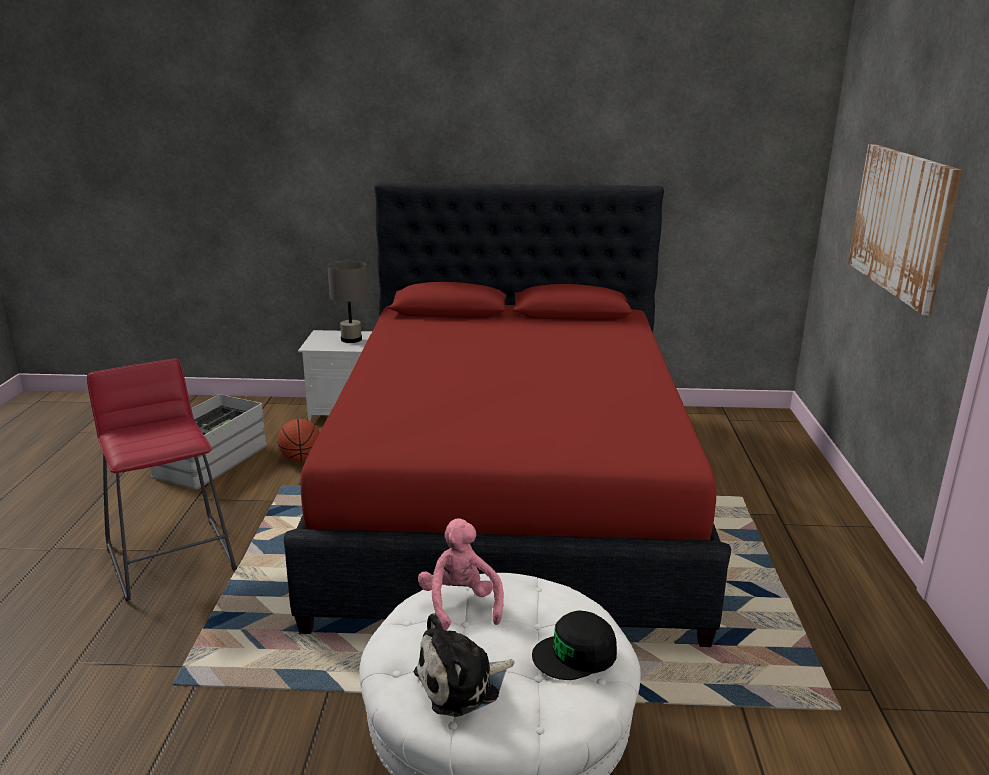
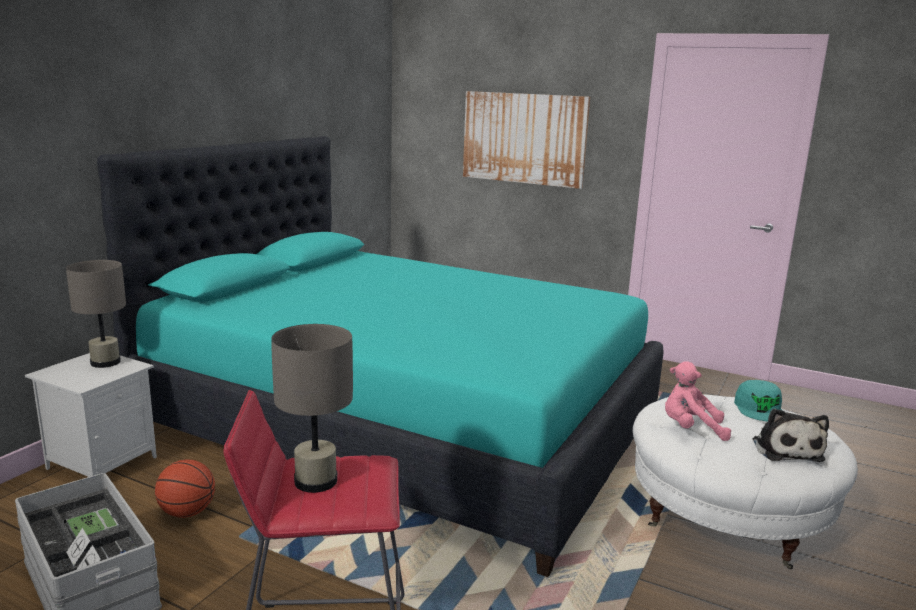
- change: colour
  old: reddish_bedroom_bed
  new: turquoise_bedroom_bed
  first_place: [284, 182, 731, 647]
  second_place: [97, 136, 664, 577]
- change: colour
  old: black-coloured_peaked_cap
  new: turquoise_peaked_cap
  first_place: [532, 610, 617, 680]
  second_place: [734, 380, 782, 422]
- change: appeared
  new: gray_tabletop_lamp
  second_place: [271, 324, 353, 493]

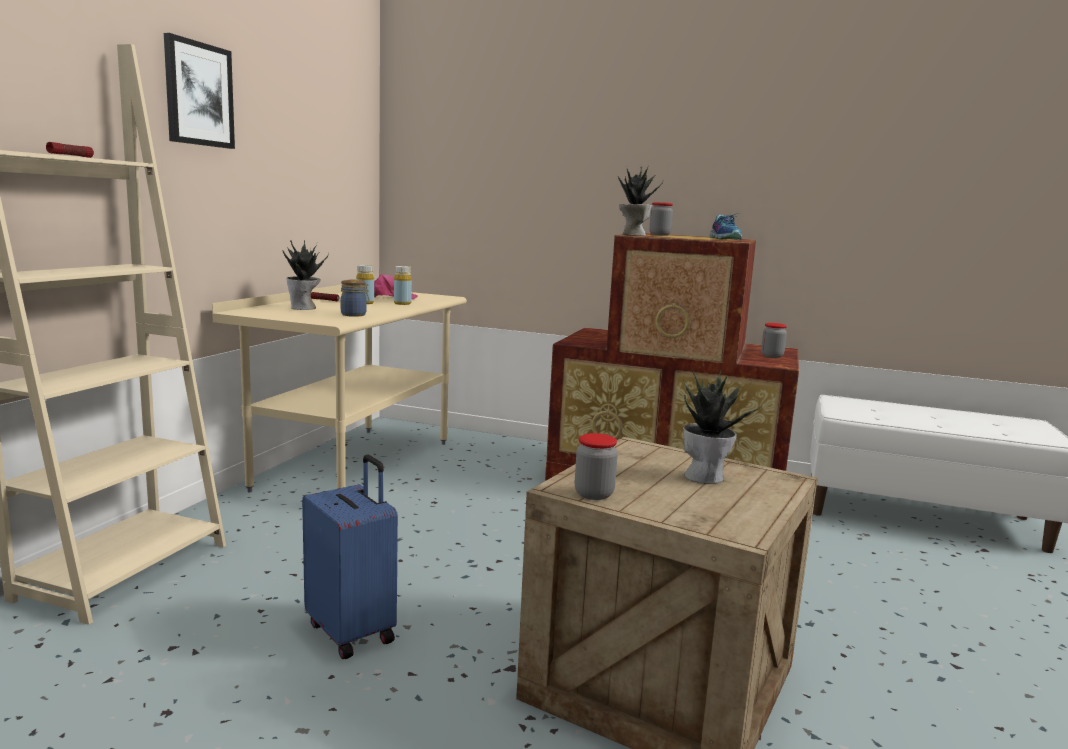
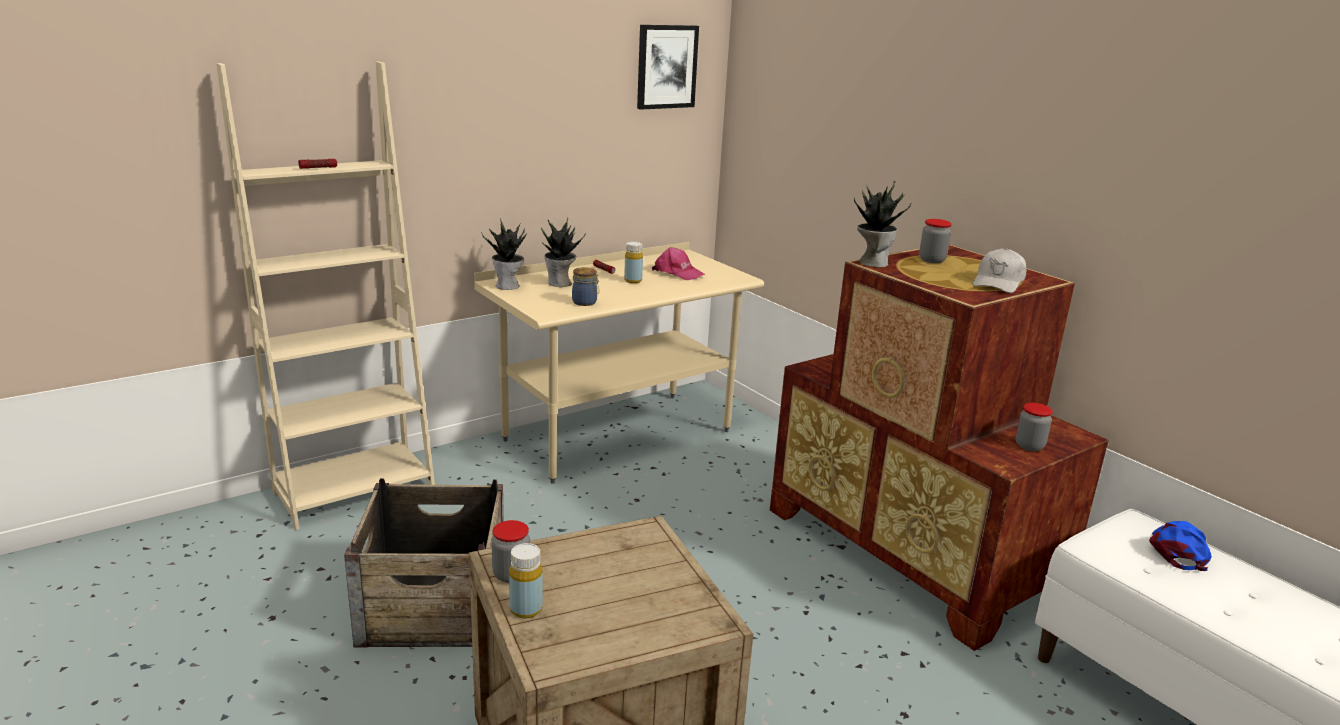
- change: relocated
  old: wall_art
  first_place: [164, 33, 235, 149]
  second_place: [637, 25, 699, 110]
- change: exchanged
  old: blue_piece_of_luggage
  new: crate
  first_place: [302, 455, 398, 659]
  second_place: [344, 478, 504, 648]
- change: relocated
  old: yellow_drink_bottle
  first_place: [394, 266, 412, 305]
  second_place: [509, 543, 543, 619]
- change: relocated
  old: potted_plant
  first_place: [683, 370, 761, 484]
  second_place: [482, 219, 527, 290]
- change: exchanged
  old: shoe
  new: whitish_peaked_cap
  first_place: [710, 213, 742, 240]
  second_place: [973, 248, 1027, 293]
- change: appeared
  new: blue_peaked_cap
  second_place: [1149, 521, 1212, 571]

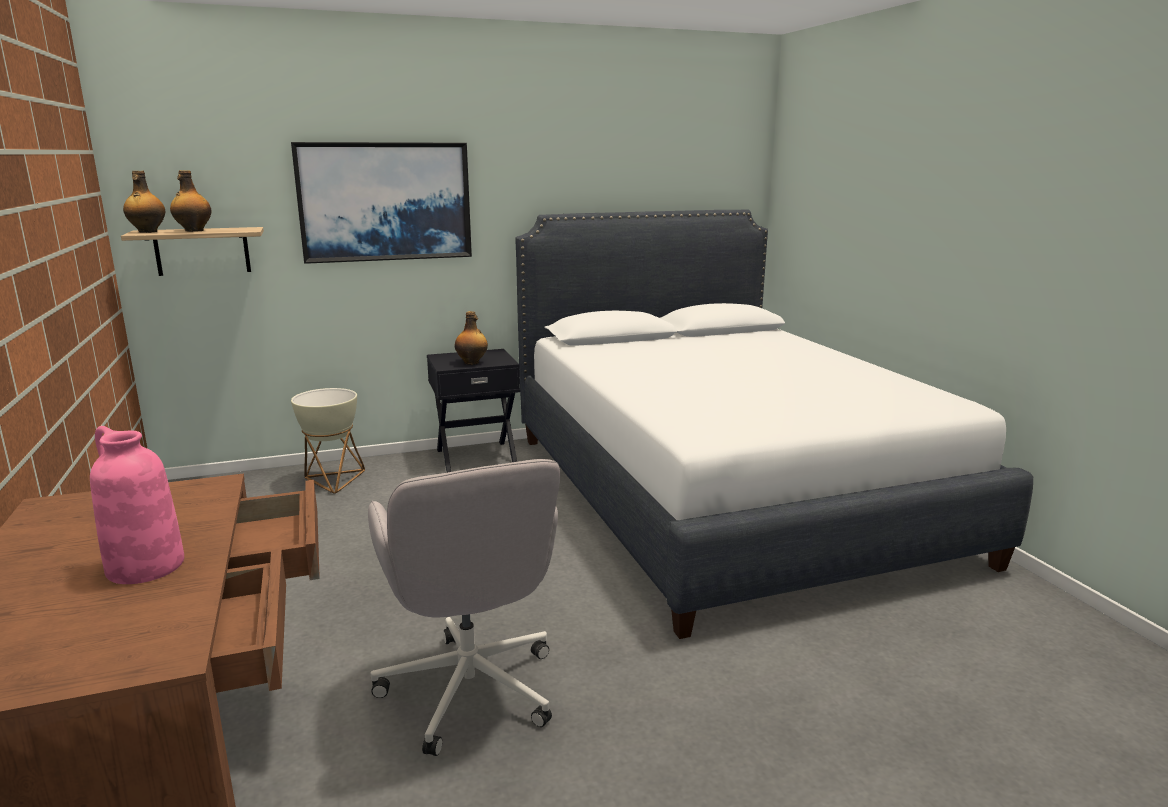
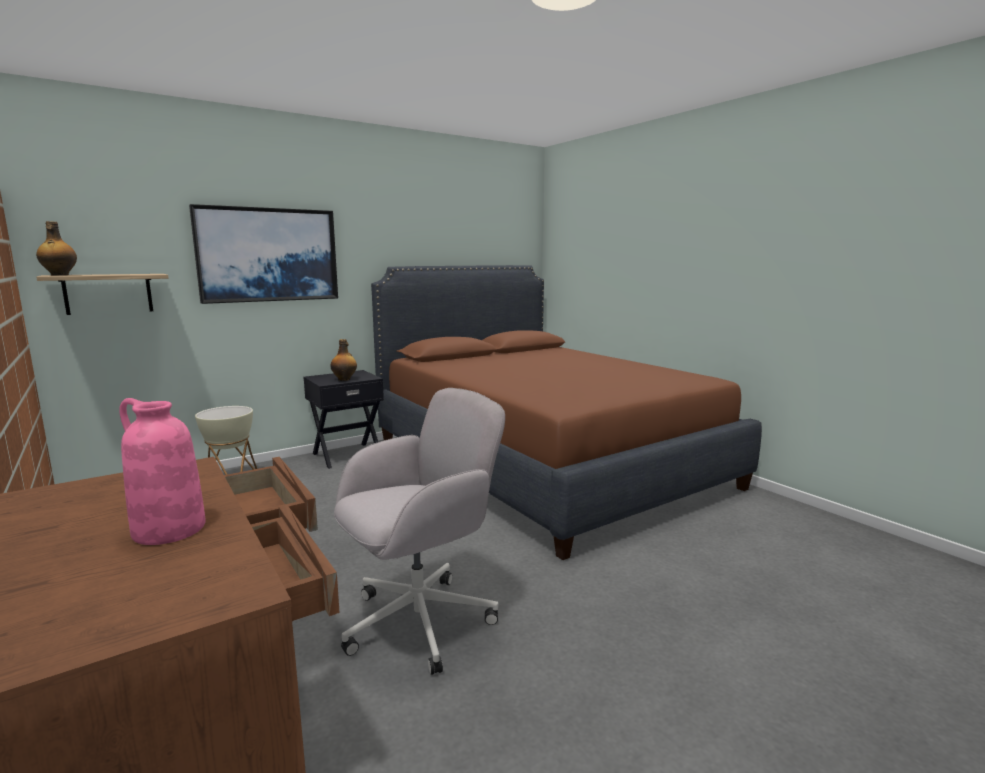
- change: missing
  old: drink_bottle
  first_place: [170, 170, 211, 232]
- change: spun
  old: gray_computer_chair
  first_place: [368, 459, 560, 756]
  second_place: [334, 388, 505, 675]
  degrees: -90
- change: colour
  old: whitish_bedroom_bed
  new: brown-coloured_bedroom_bed
  first_place: [516, 210, 1033, 639]
  second_place: [371, 265, 762, 560]

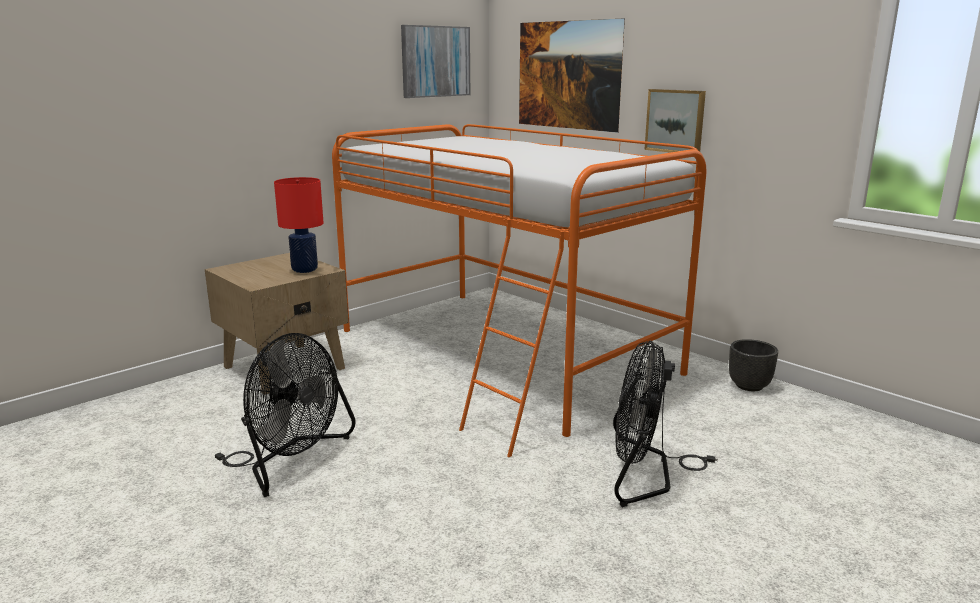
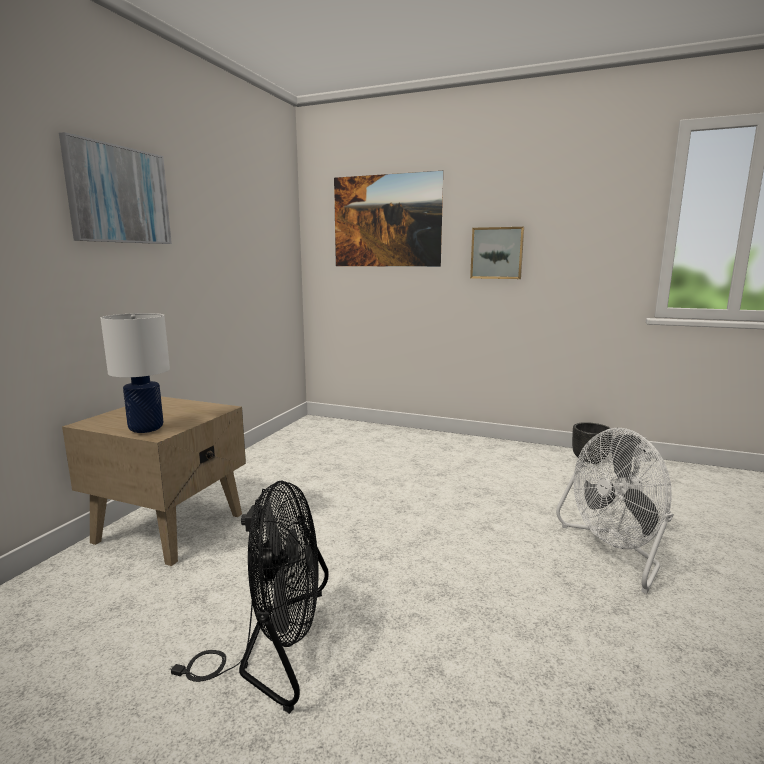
- change: missing
  old: reddish_tabletop_lamp
  first_place: [274, 177, 324, 273]
- change: missing
  old: orangey_bedroom_bed
  first_place: [332, 124, 706, 457]
- change: relocated
  old: wall_art
  first_place: [401, 25, 470, 98]
  second_place: [59, 132, 172, 244]
- change: colour
  old: black-coloured_fan
  new: whitish_fan
  first_place: [613, 341, 718, 508]
  second_place: [556, 428, 674, 594]
- change: appeared
  new: whitish_tabletop_lamp
  second_place: [101, 313, 170, 433]

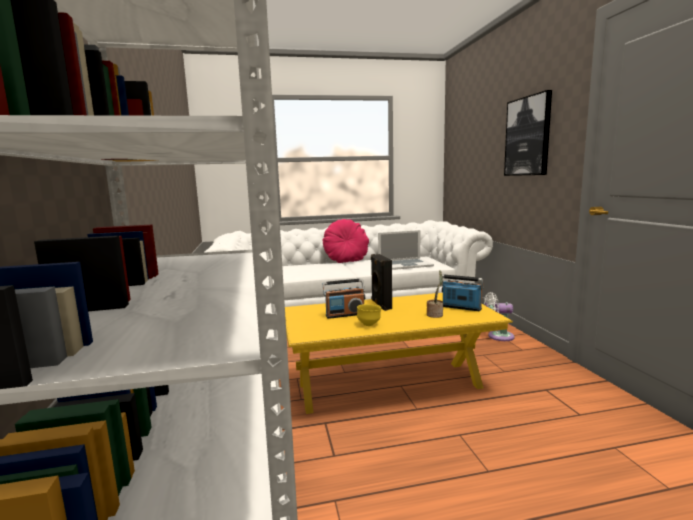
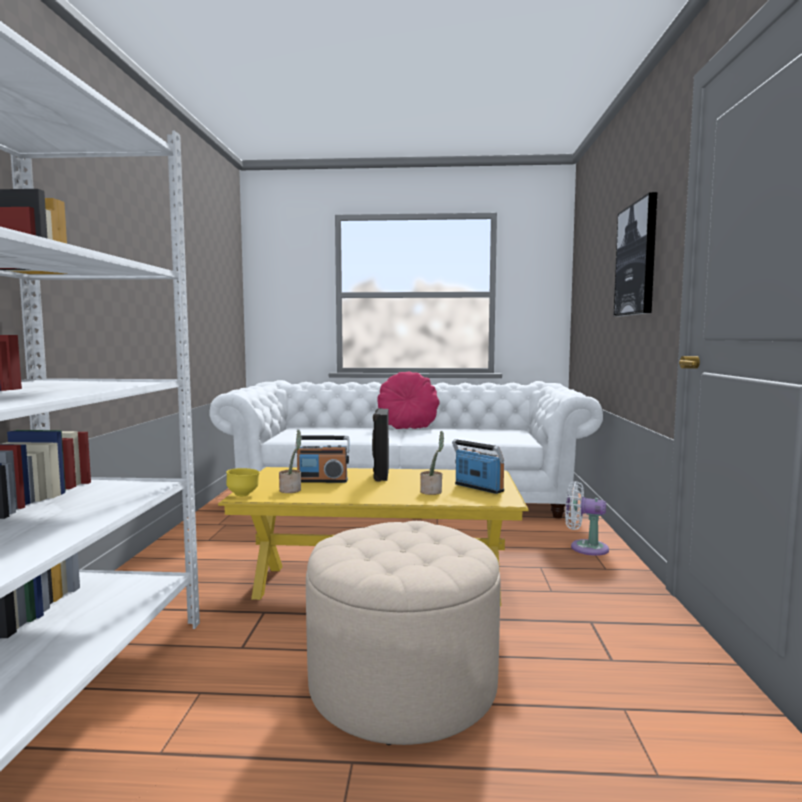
- change: relocated
  old: yellow_deep_dish
  first_place: [357, 304, 381, 326]
  second_place: [226, 468, 260, 496]
- change: missing
  old: laptop
  first_place: [378, 230, 434, 270]
- change: appeared
  new: potted_plant
  second_place: [279, 430, 301, 493]
- change: appeared
  new: beige_footrest
  second_place: [306, 521, 500, 745]

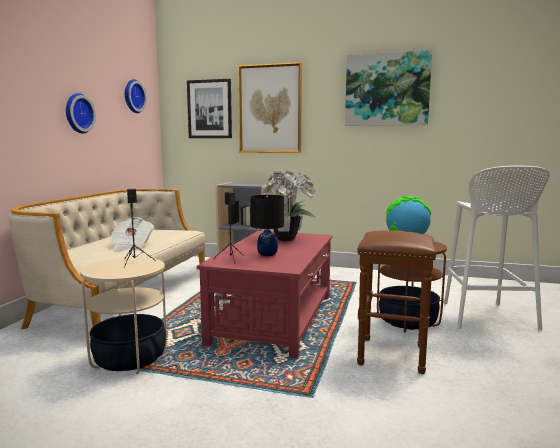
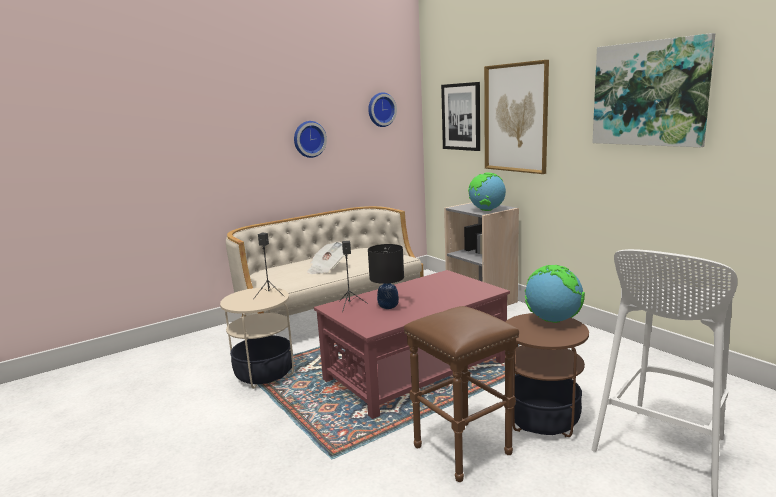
- change: missing
  old: potted_plant
  first_place: [263, 170, 316, 241]
- change: appeared
  new: world_globe
  second_place: [468, 172, 506, 211]

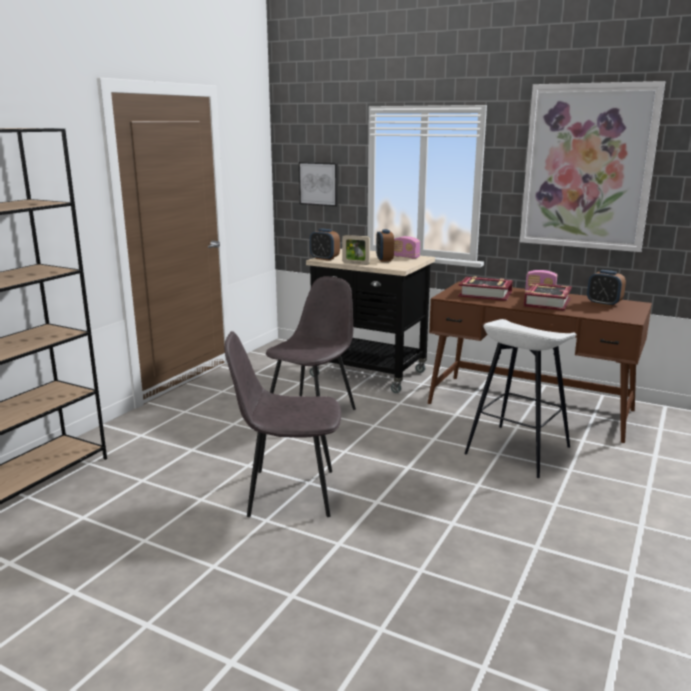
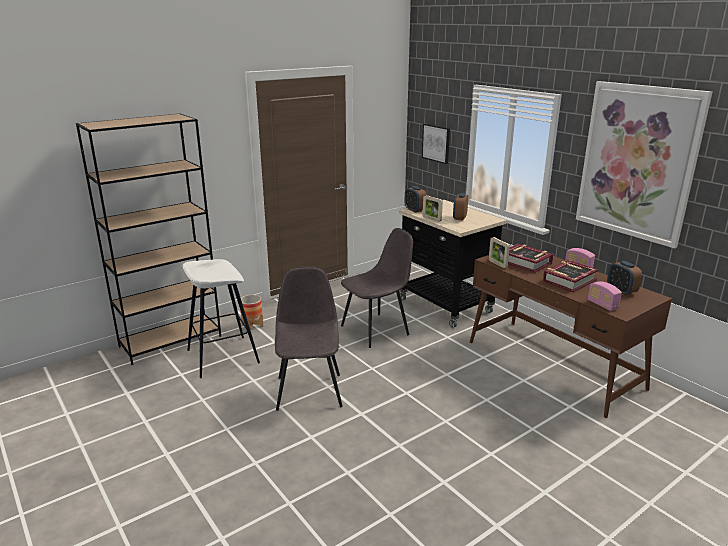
- change: spun
  old: gray_chair
  first_place: [224, 331, 341, 517]
  second_place: [275, 266, 343, 411]
  degrees: 60
- change: relocated
  old: radio_set
  first_place: [394, 236, 420, 259]
  second_place: [588, 281, 622, 311]
- change: relocated
  old: whitish_sitting_stool
  first_place: [465, 319, 577, 478]
  second_place: [183, 259, 260, 378]
- change: appeared
  new: flower_pot
  second_place: [240, 295, 264, 330]
- change: appeared
  new: standing_frame
  second_place: [489, 237, 510, 268]

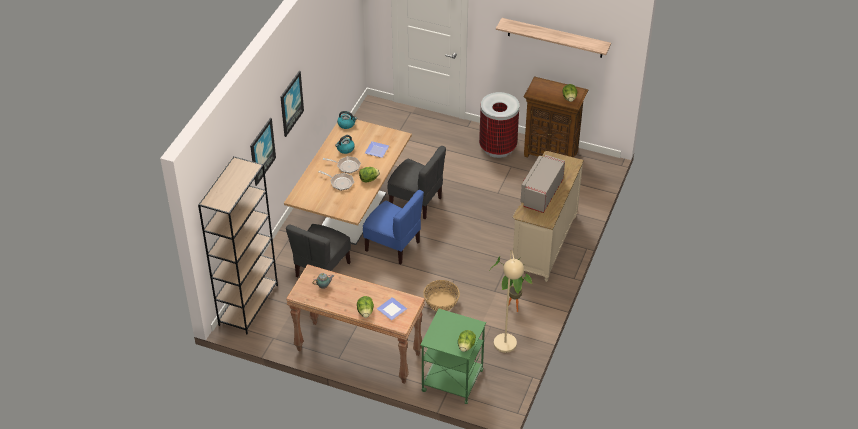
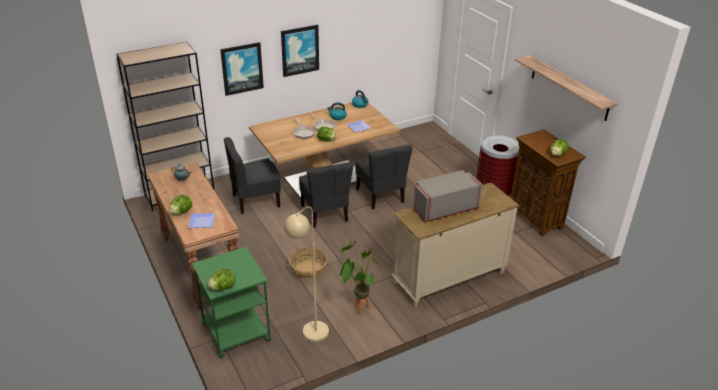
- change: colour
  old: blue_chair
  new: gray_chair
  first_place: [363, 190, 424, 265]
  second_place: [299, 162, 353, 228]

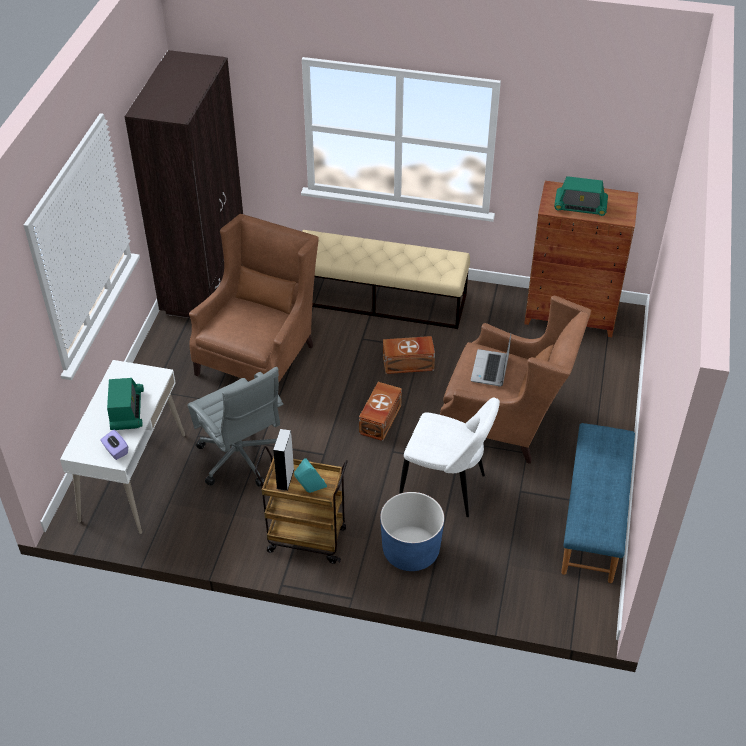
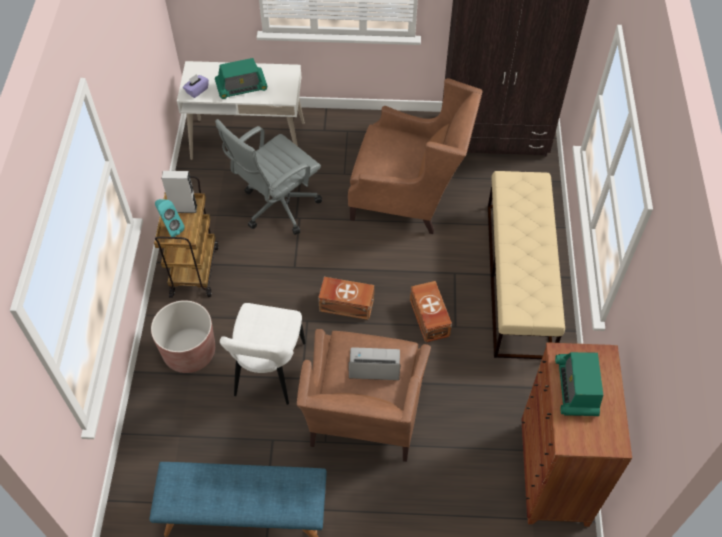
- change: colour
  old: blue_flower_pot
  new: brown-coloured_flower_pot
  first_place: [380, 492, 444, 571]
  second_place: [151, 300, 215, 373]

